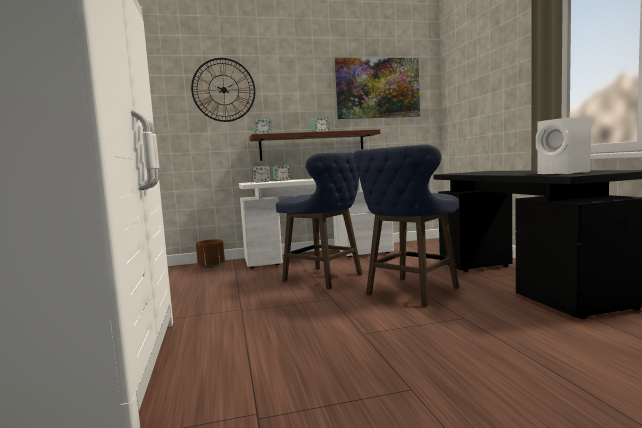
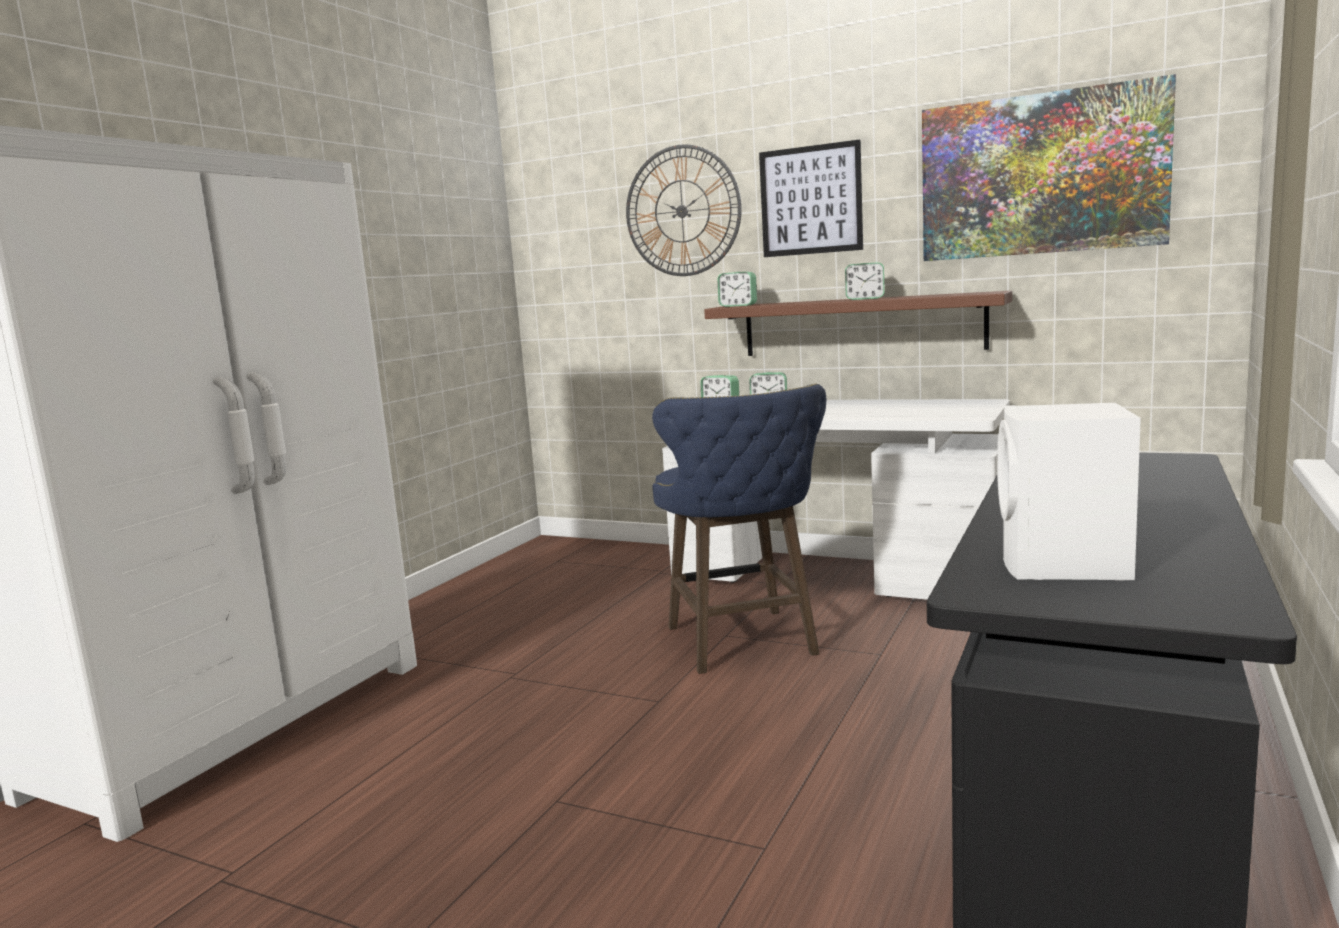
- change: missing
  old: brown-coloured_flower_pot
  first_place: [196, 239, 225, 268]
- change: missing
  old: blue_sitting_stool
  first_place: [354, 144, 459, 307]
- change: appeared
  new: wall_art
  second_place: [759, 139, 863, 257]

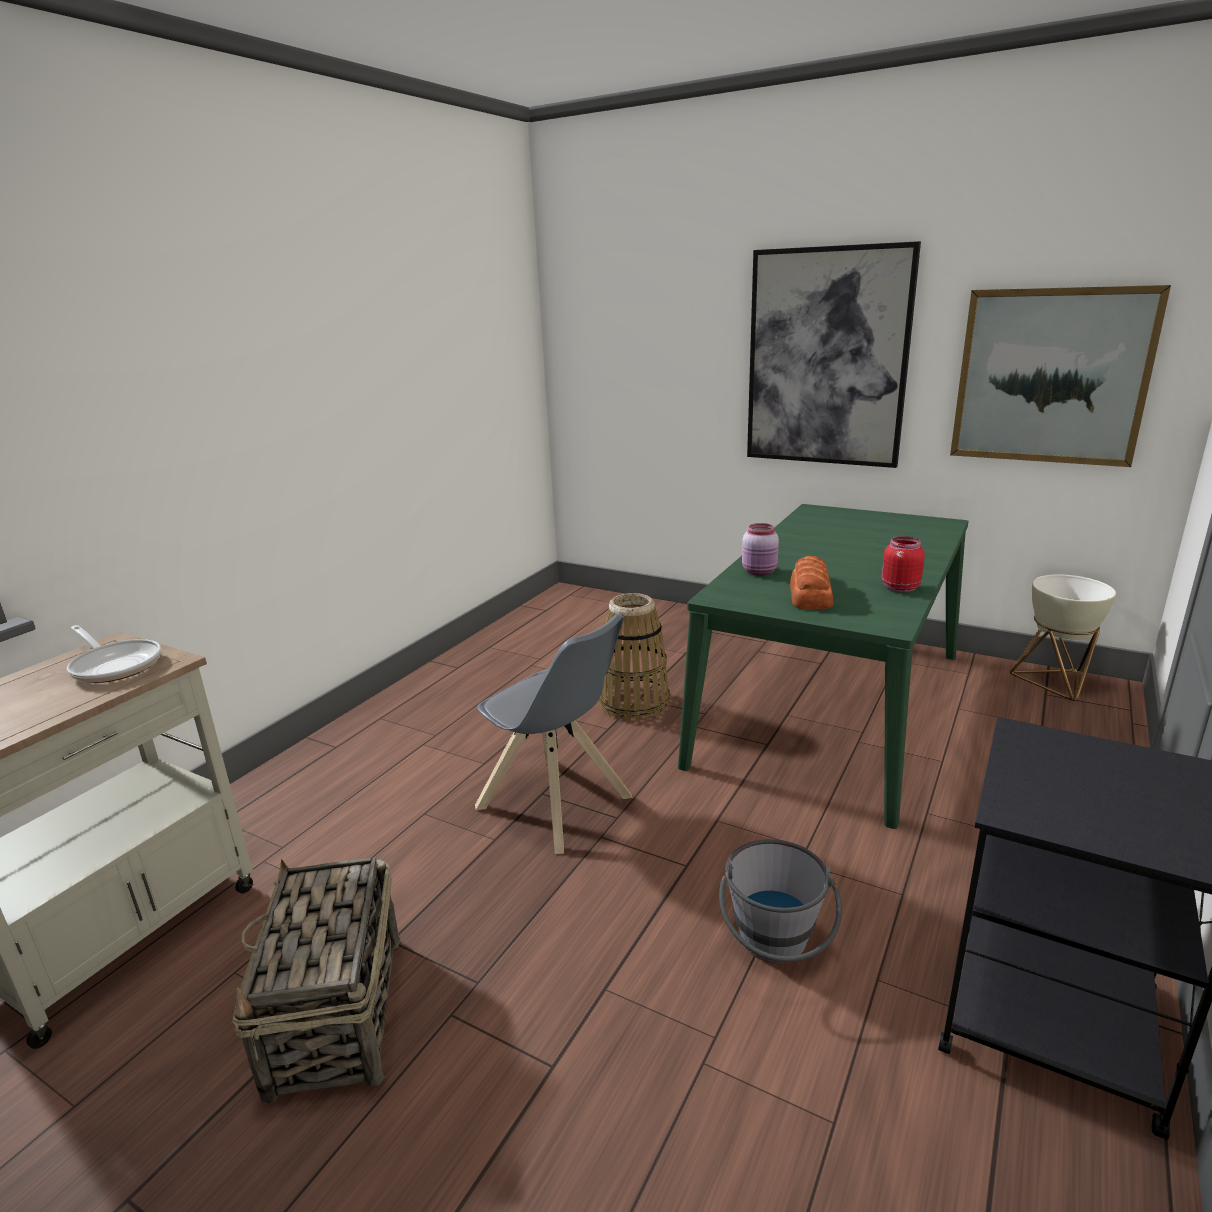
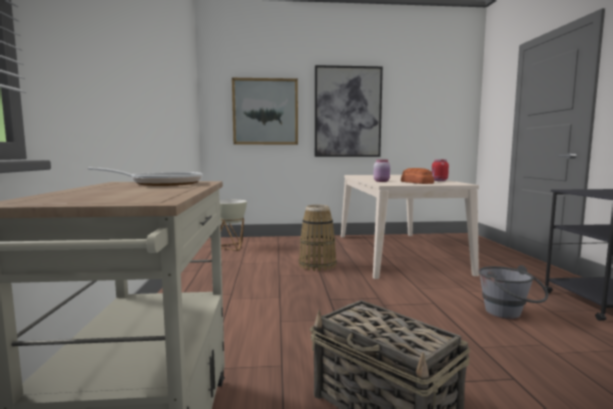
- change: missing
  old: gray_chair
  first_place: [475, 614, 633, 854]
- change: colour
  old: greenish_dining_table
  new: beige_dining_table
  first_place: [678, 504, 969, 829]
  second_place: [341, 175, 479, 279]
- change: relocated
  old: wall_art
  first_place: [950, 285, 1171, 467]
  second_place: [232, 78, 298, 145]
- change: relocated
  old: flower_pot
  first_place: [1010, 574, 1116, 701]
  second_place: [220, 200, 247, 251]

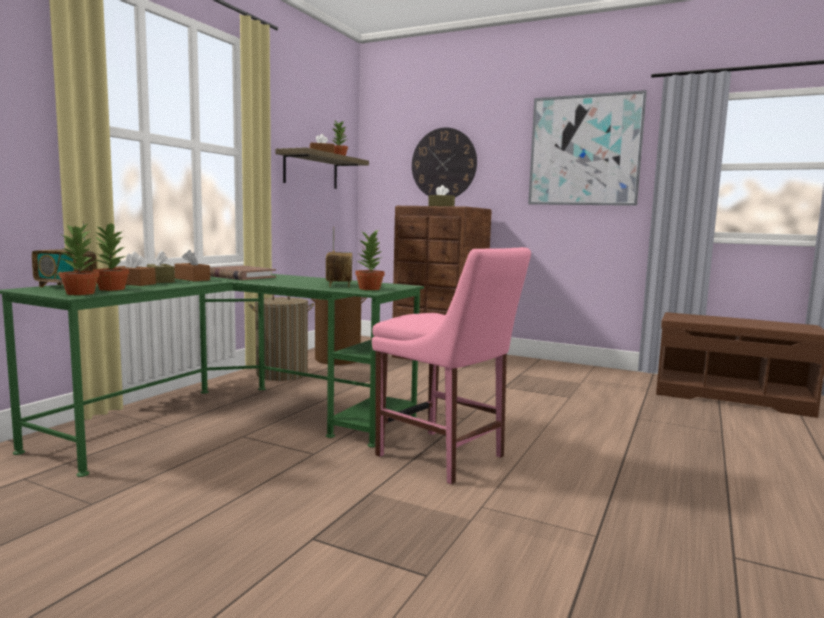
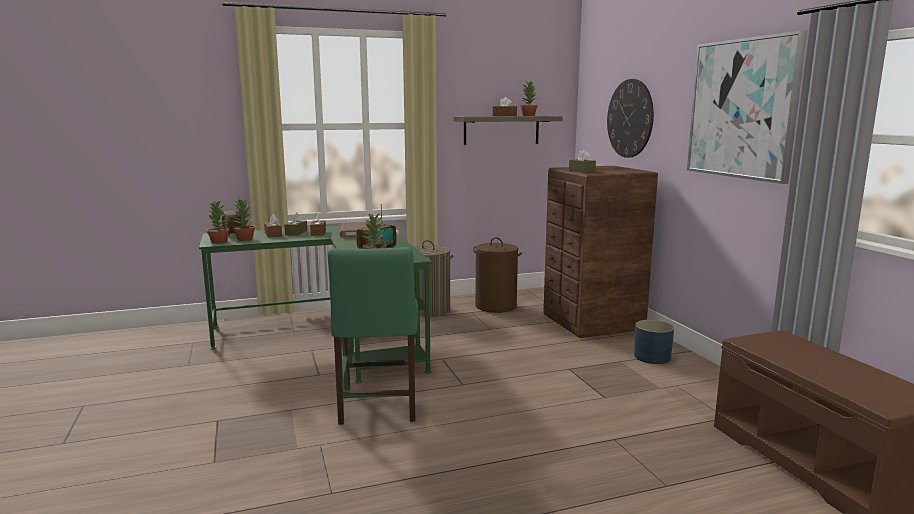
- change: colour
  old: pink_chair
  new: greenish_chair
  first_place: [372, 247, 531, 485]
  second_place: [328, 247, 418, 425]
- change: appeared
  new: blue_flower_pot
  second_place: [634, 320, 674, 364]

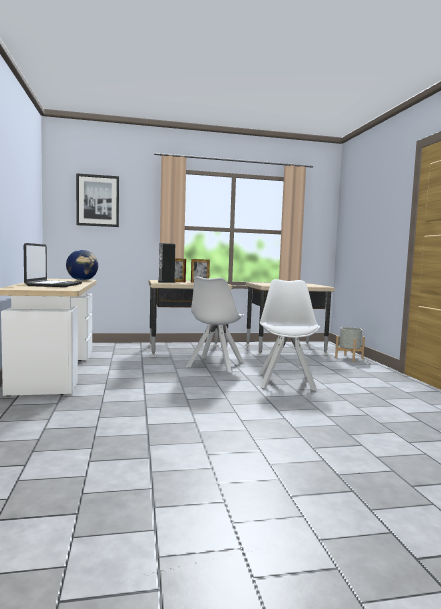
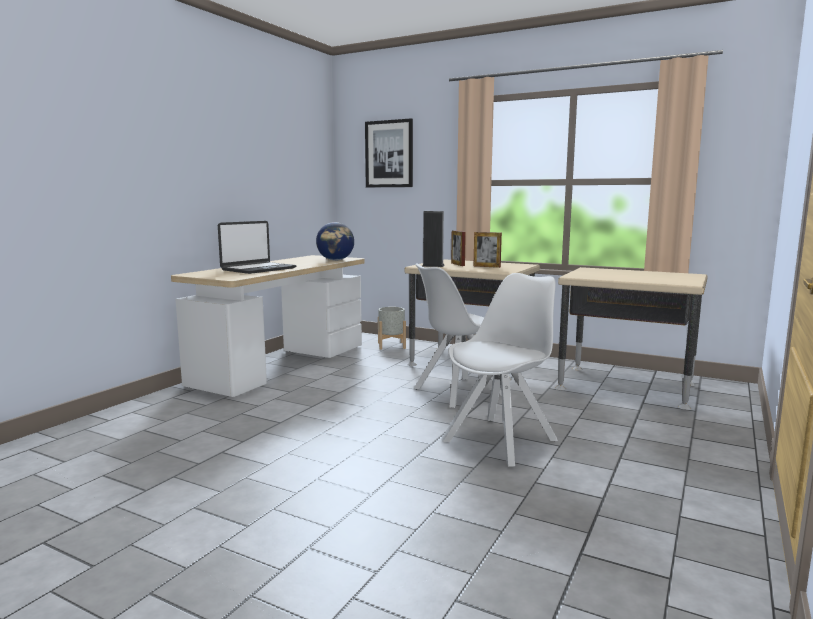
- change: relocated
  old: gray_flower_pot
  first_place: [335, 327, 365, 362]
  second_place: [378, 307, 406, 350]

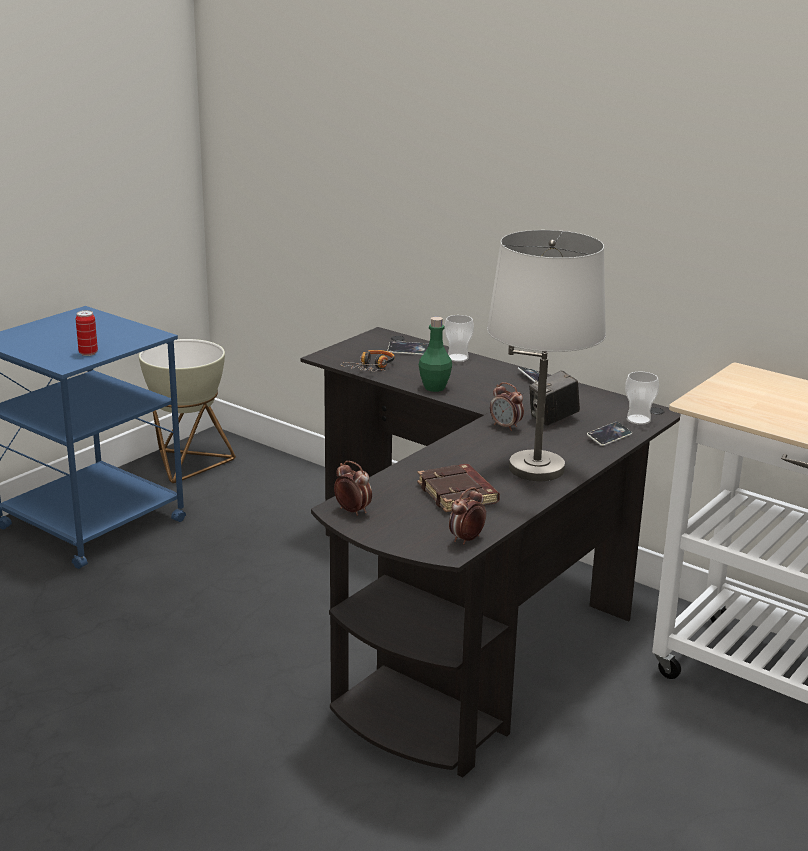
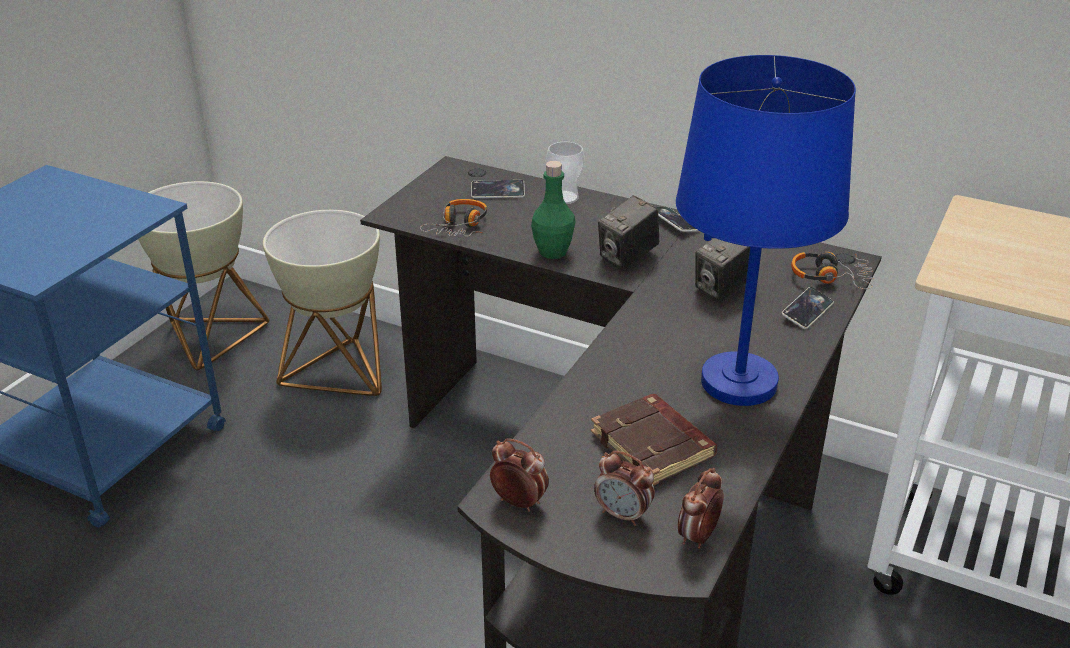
- change: missing
  old: can
  first_place: [76, 310, 98, 356]
- change: colour
  old: whitish_tabletop_lamp
  new: blue_tabletop_lamp
  first_place: [487, 230, 606, 481]
  second_place: [676, 55, 856, 406]
- change: relocated
  old: bedside_clock
  first_place: [490, 382, 524, 431]
  second_place: [594, 451, 655, 526]
- change: exchanged
  old: cup
  new: headset
  first_place: [625, 372, 659, 425]
  second_place: [791, 252, 875, 289]
- change: appeared
  new: flower_pot
  second_place: [263, 210, 382, 396]
- change: appeared
  new: still_camera
  second_place: [598, 195, 659, 269]

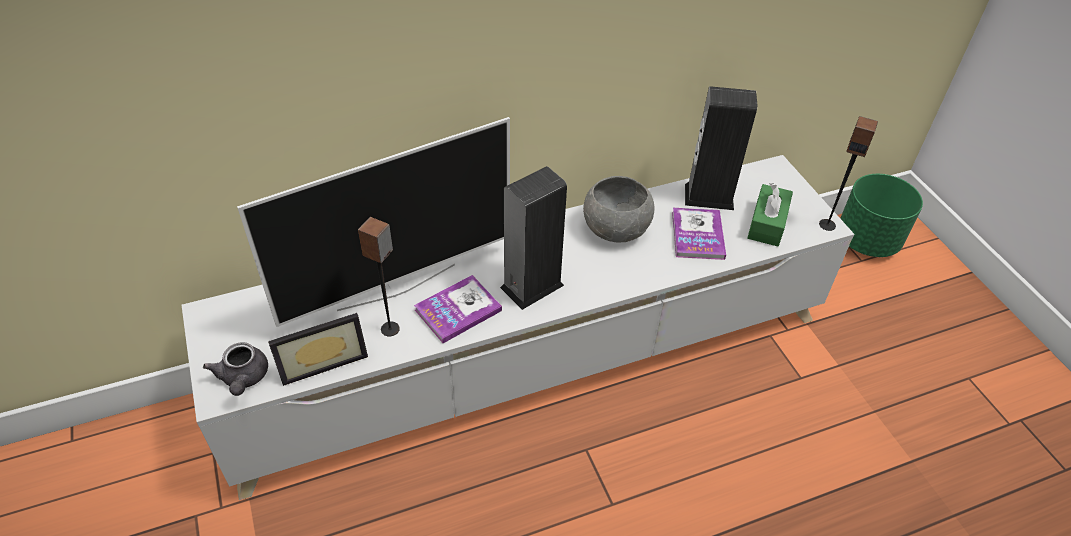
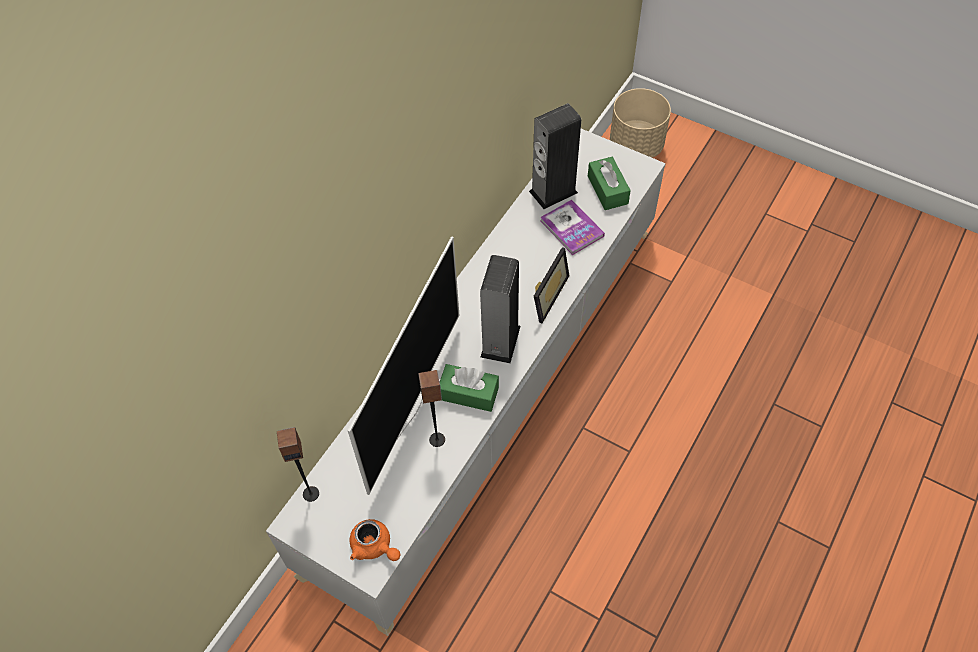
- change: colour
  old: gray_teapot
  new: orangey_teapot
  first_place: [203, 342, 268, 396]
  second_place: [349, 519, 400, 561]
- change: relocated
  old: standing_frame
  first_place: [268, 313, 368, 386]
  second_place: [534, 247, 570, 323]
- change: exchanged
  old: book
  new: greenish_tissue_holder
  first_place: [414, 275, 502, 343]
  second_place: [440, 364, 499, 412]
- change: missing
  old: gray_deep_dish
  first_place: [583, 176, 655, 242]
- change: relocated
  old: audio_speaker
  first_place: [819, 116, 878, 231]
  second_place: [277, 427, 319, 502]
- change: colour
  old: greenish_flower_pot
  new: beige_flower_pot
  first_place: [840, 174, 923, 257]
  second_place: [610, 88, 671, 158]

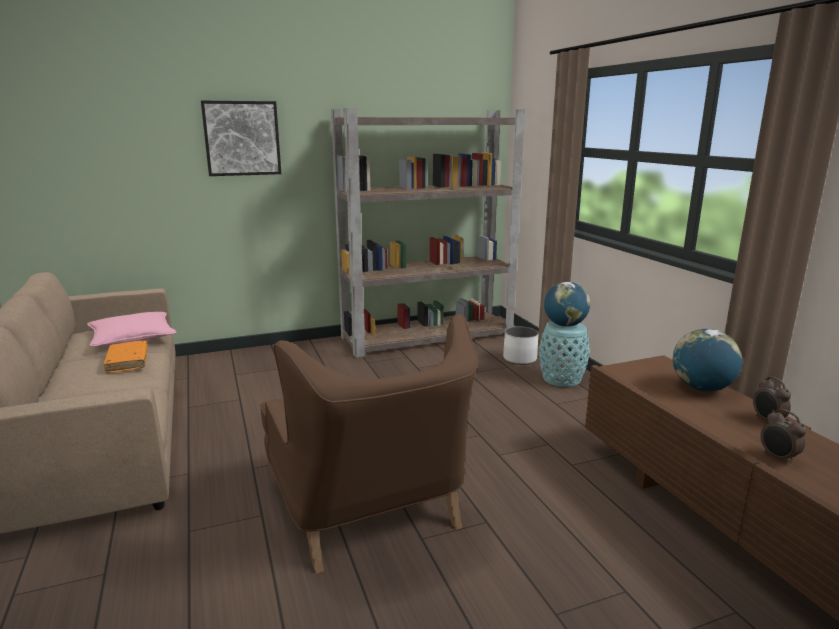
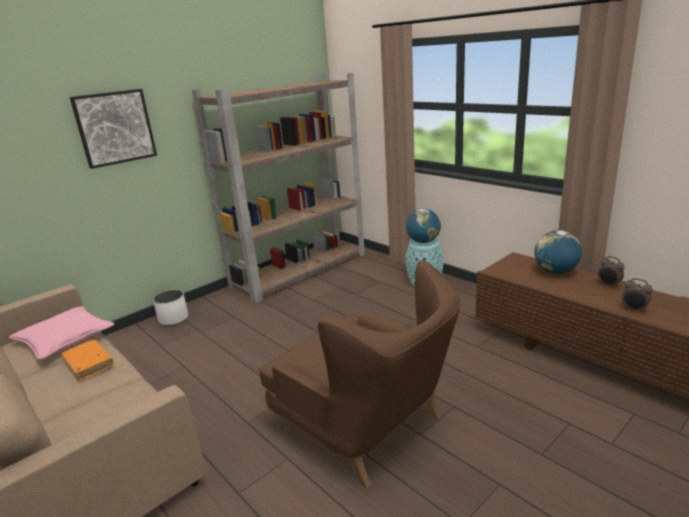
- change: relocated
  old: whitish_flower_pot
  first_place: [503, 327, 539, 365]
  second_place: [153, 290, 189, 326]

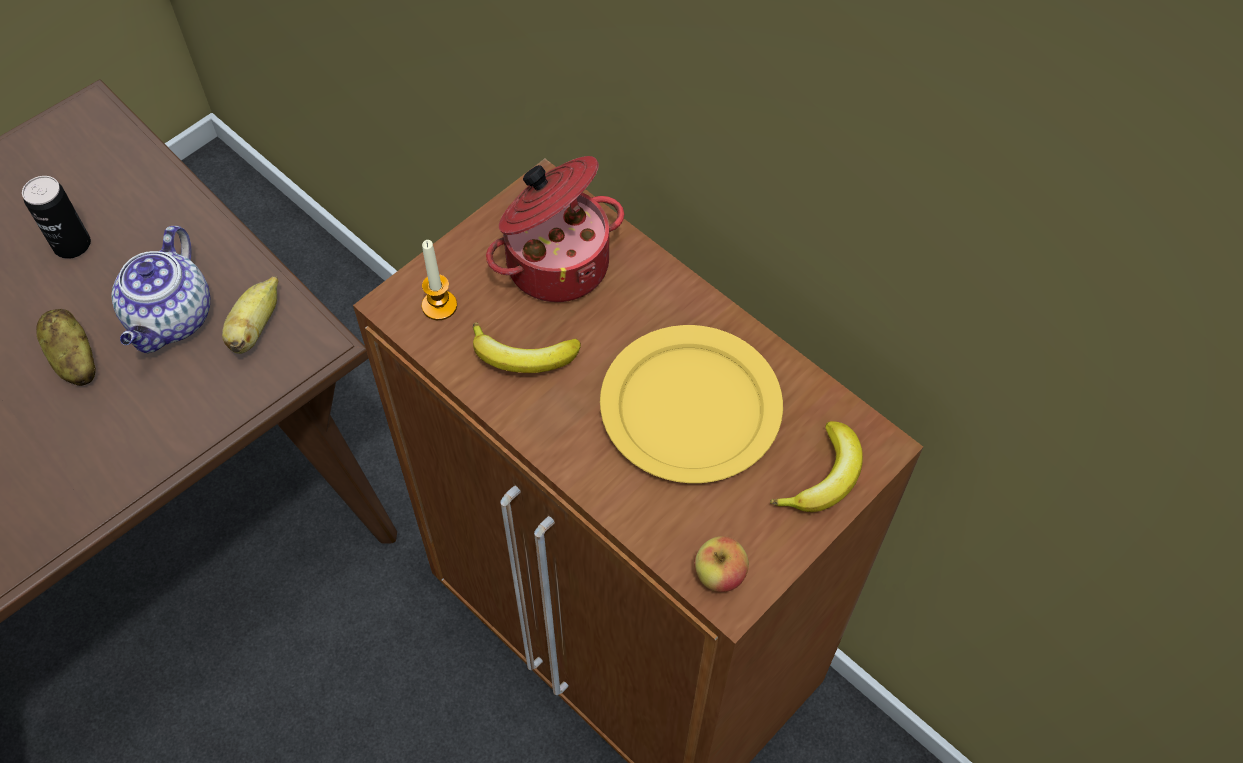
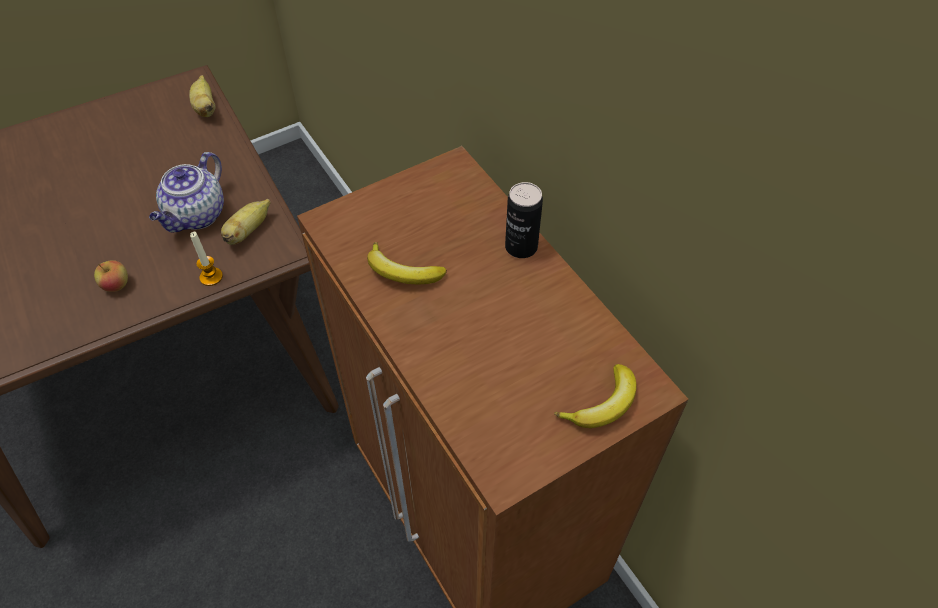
- change: relocated
  old: can
  first_place: [22, 176, 91, 259]
  second_place: [505, 182, 543, 258]
- change: missing
  old: whole_potato
  first_place: [36, 309, 96, 386]
- change: relocated
  old: candle
  first_place: [422, 240, 457, 320]
  second_place: [190, 232, 223, 286]
- change: missing
  old: saucepot
  first_place: [486, 156, 624, 302]
- change: missing
  old: yellow_plate
  first_place: [600, 325, 783, 483]
- change: relocated
  old: apple_fruit
  first_place: [694, 536, 749, 592]
  second_place: [94, 260, 128, 292]
- change: appeared
  new: banana_fruit
  second_place: [189, 75, 216, 117]

